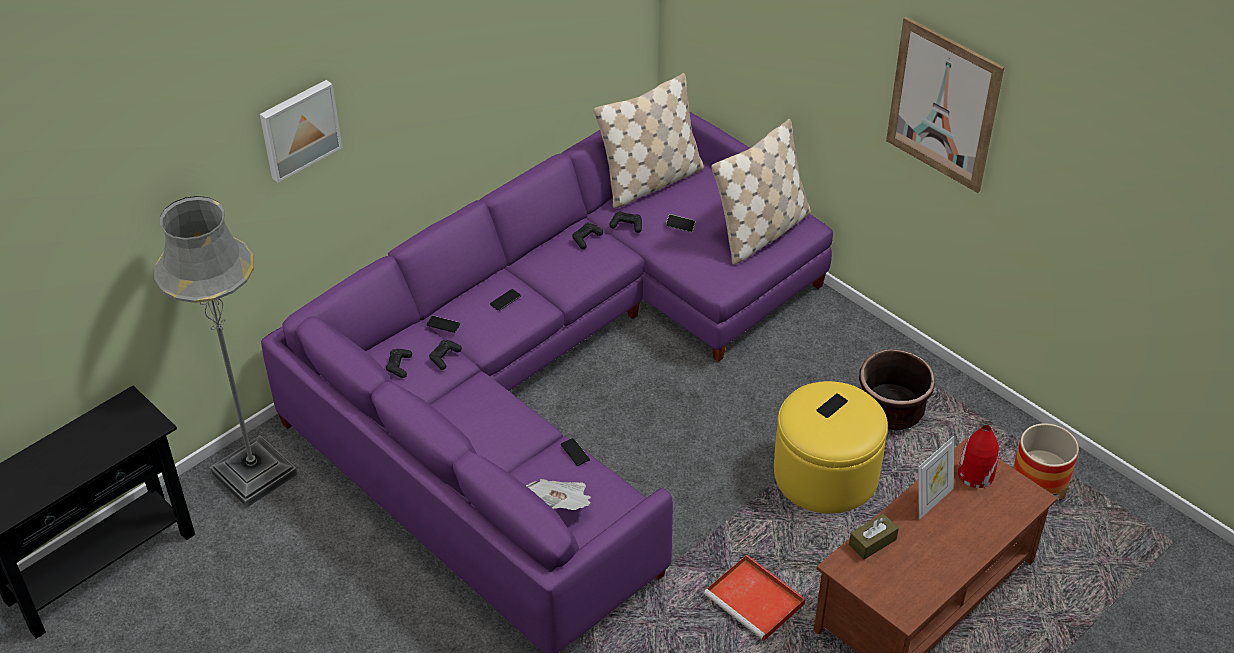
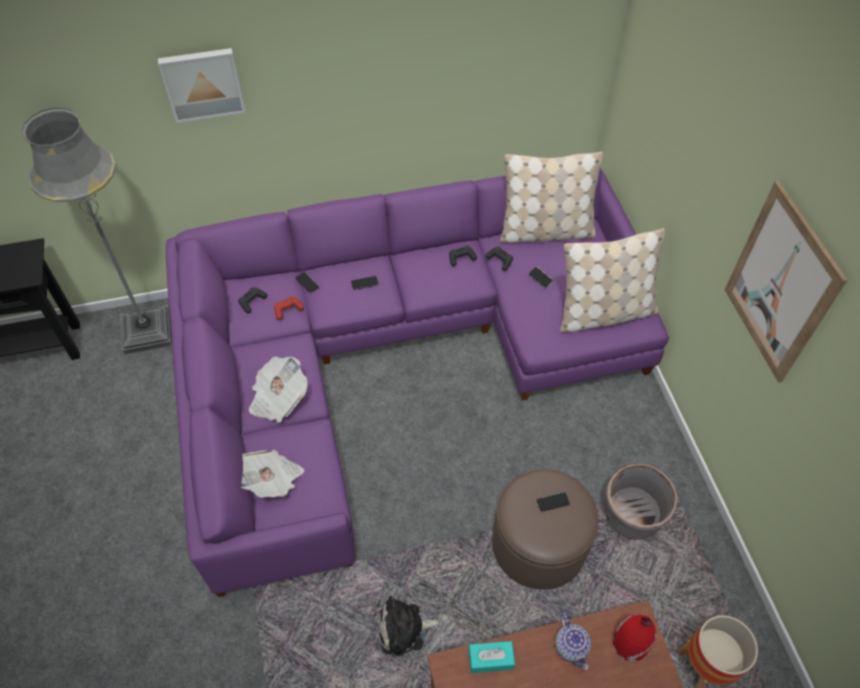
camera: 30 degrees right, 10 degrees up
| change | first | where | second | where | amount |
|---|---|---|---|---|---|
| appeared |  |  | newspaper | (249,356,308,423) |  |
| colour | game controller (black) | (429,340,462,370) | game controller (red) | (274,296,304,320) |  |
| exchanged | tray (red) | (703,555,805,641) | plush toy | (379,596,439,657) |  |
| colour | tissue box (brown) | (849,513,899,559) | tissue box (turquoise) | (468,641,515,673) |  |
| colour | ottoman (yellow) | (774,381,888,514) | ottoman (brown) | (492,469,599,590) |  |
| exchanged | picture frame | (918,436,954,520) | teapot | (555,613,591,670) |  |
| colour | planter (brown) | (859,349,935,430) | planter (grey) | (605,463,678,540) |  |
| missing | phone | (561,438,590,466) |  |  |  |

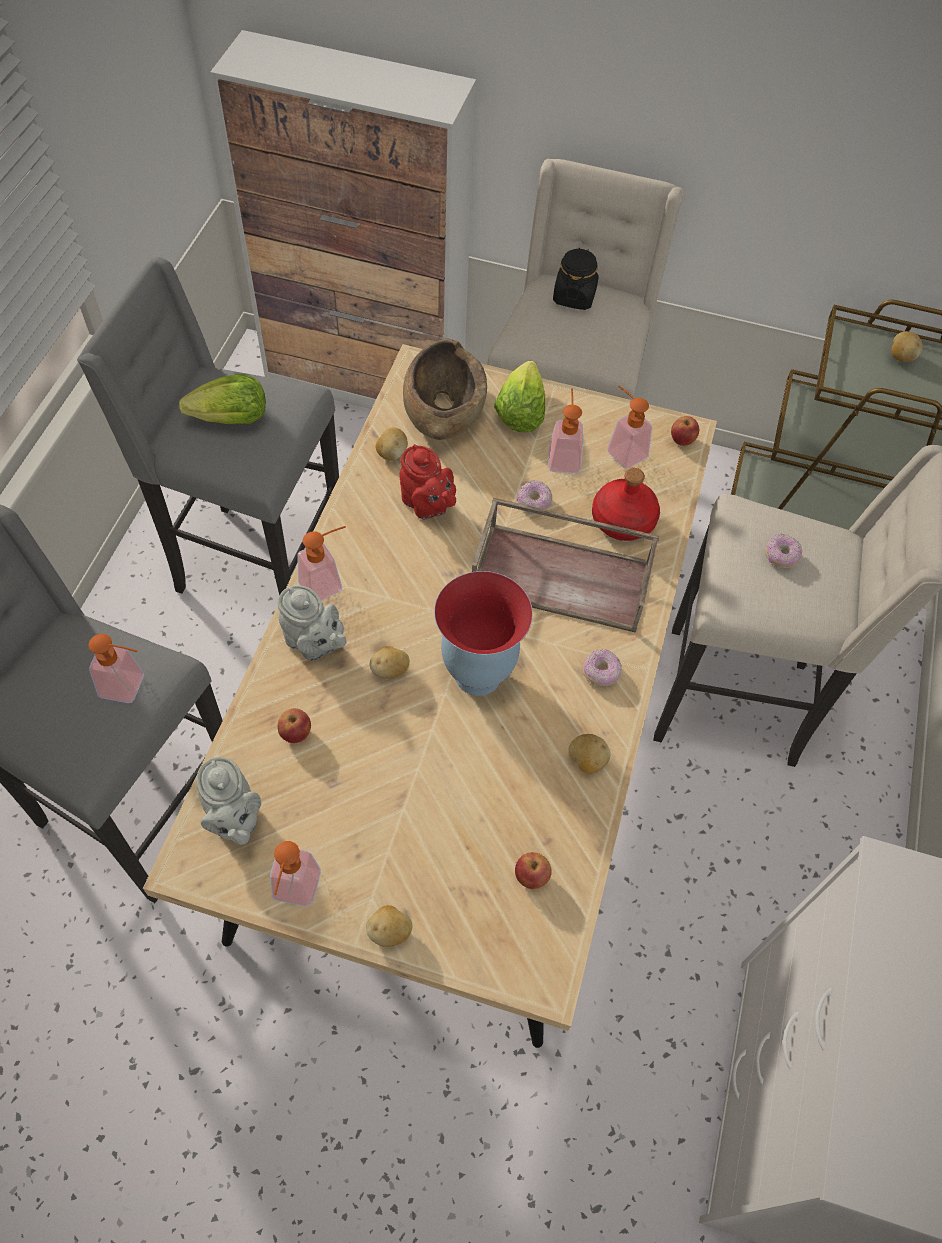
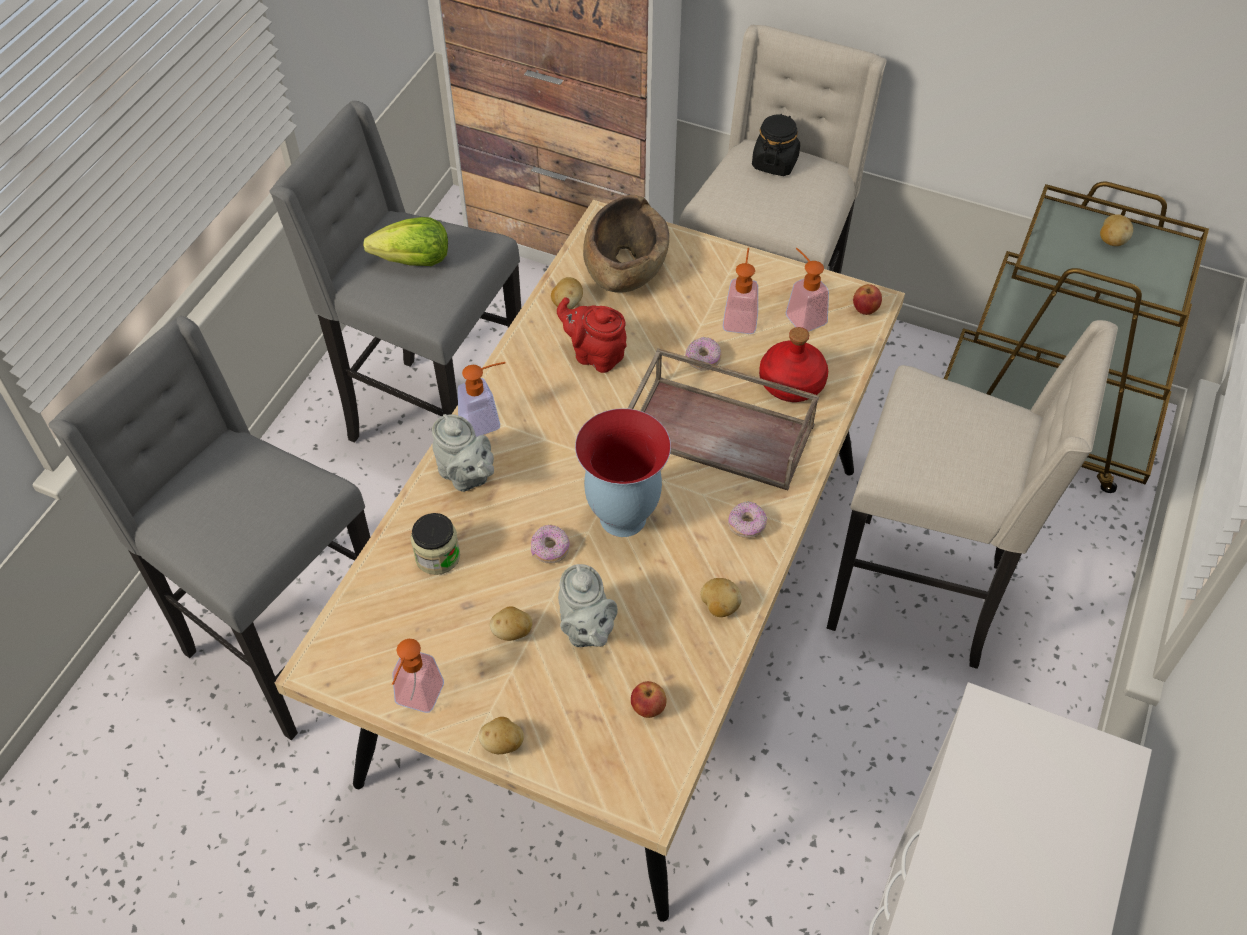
camera: 10 degrees right, 5 degrees down
| change | first | where | second | where | amount |
|---|---|---|---|---|---|
| exchanged | apple | (278,708,311,743) | jar | (411,513,460,575) |  |
| relocated | potato | (370,646,410,679) |  | (490,606,532,641) |  |
| relocated | donut | (765,534,802,568) |  | (531,525,570,563) |  |
| spun | teapot (red) | (399,444,456,520) |  | (557,297,627,373) | 150 degrees clockwise |
| relocated | teapot (grey) | (196,757,261,845) |  | (558,564,618,647) |  |
| missing | soap dispenser | (88,634,144,703) |  |  |  |
| missing | lettuce | (494,361,545,432) |  |  |  |

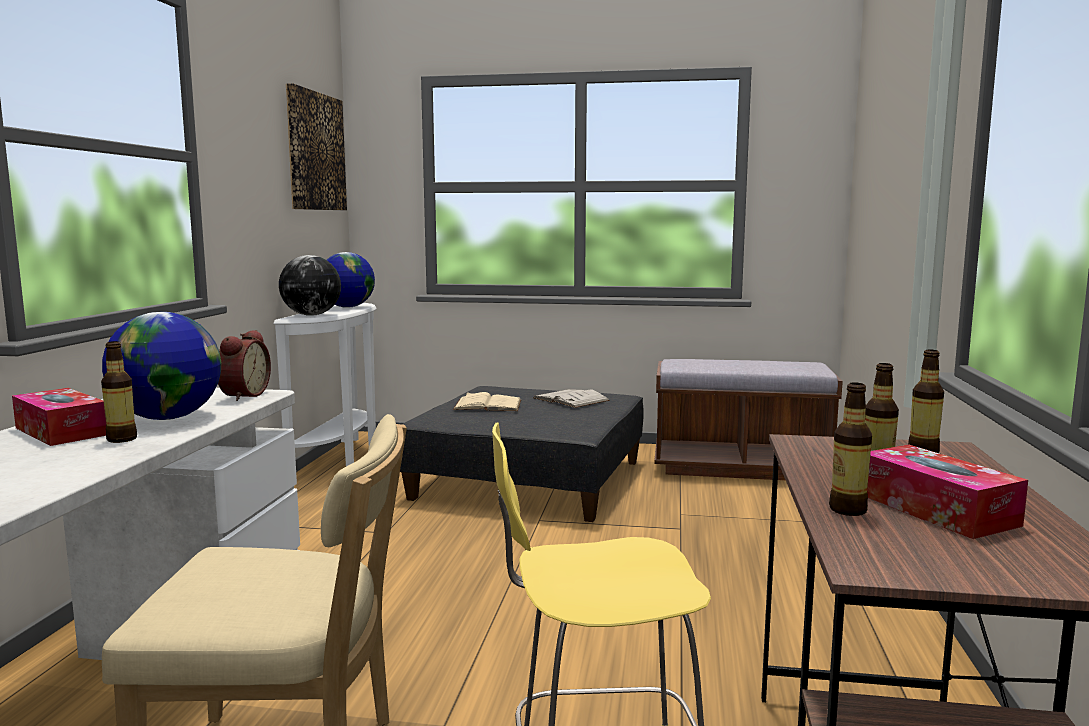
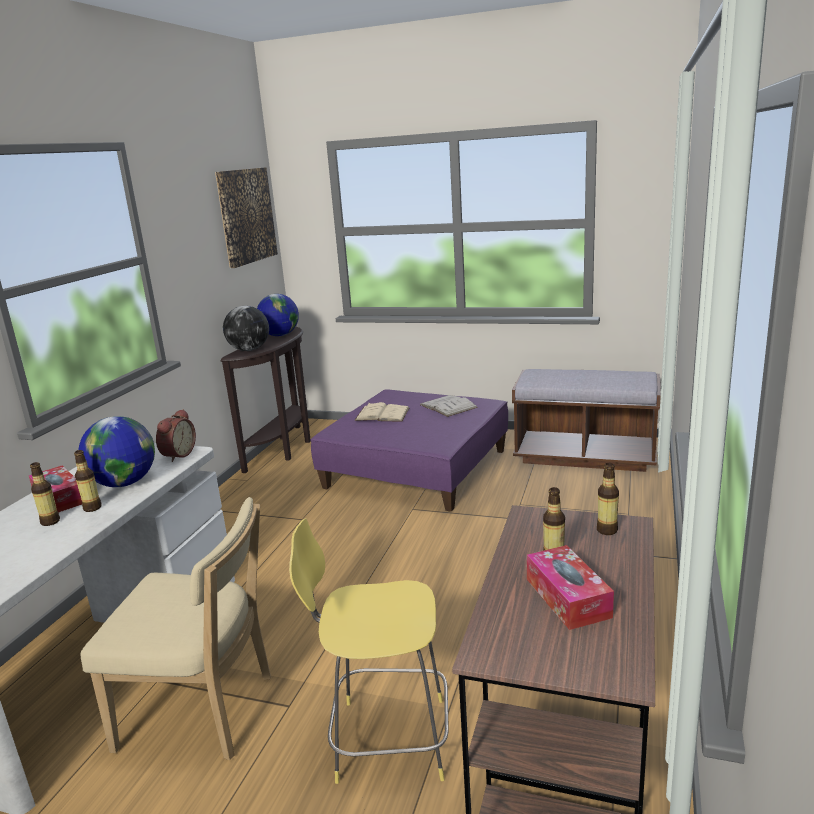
camera: 10 degrees right, 10 degrees up
| change | first | where | second | where | amount |
|---|---|---|---|---|---|
| relocated | bottle | (829,383,872,516) |  | (30,462,60,526) |  |
| colour | console table (white) | (273,303,376,466) | console table (brown) | (221,327,311,473) |  |
| colour | ottoman (grey) | (400,386,644,522) | ottoman (purple) | (311,389,508,512) |  |

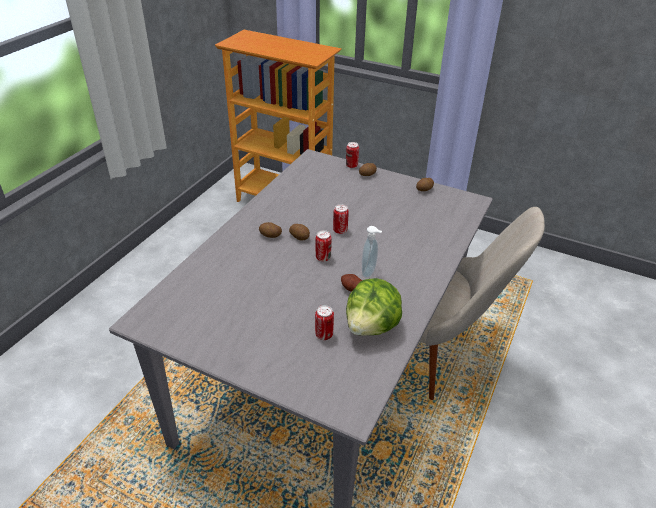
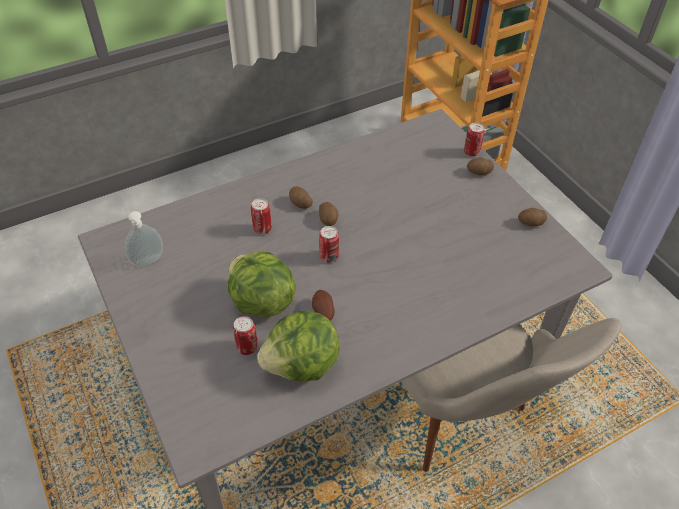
camera: 35 degrees right, 10 degrees up
| change | first | where | second | where | amount |
|---|---|---|---|---|---|
| relocated | soap dispenser | (362,226,382,278) |  | (125,211,163,267) |  |
| appeared |  |  | lettuce | (228,252,295,318) |  |
| relocated | can | (333,204,349,234) |  | (251,198,272,234) |  |

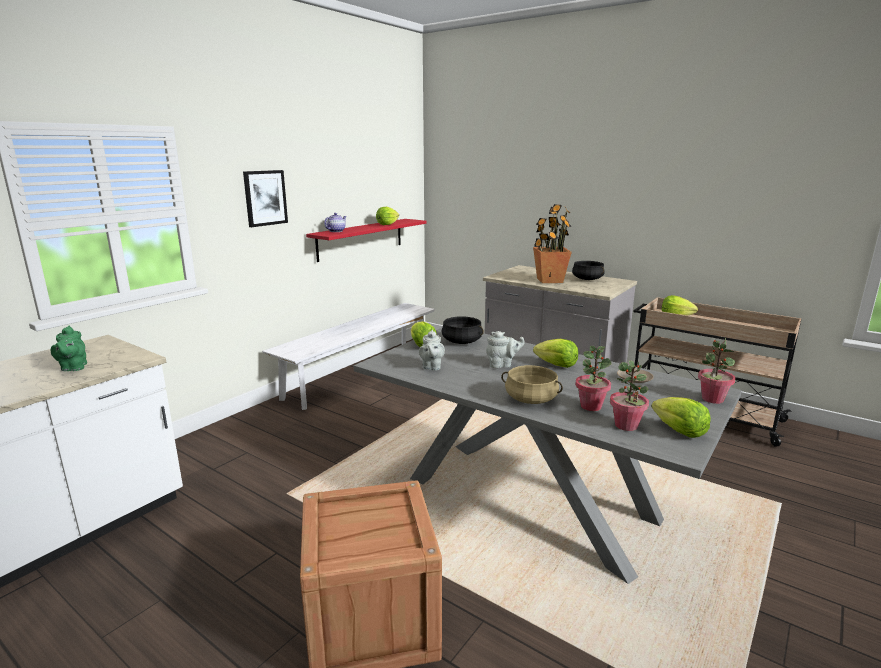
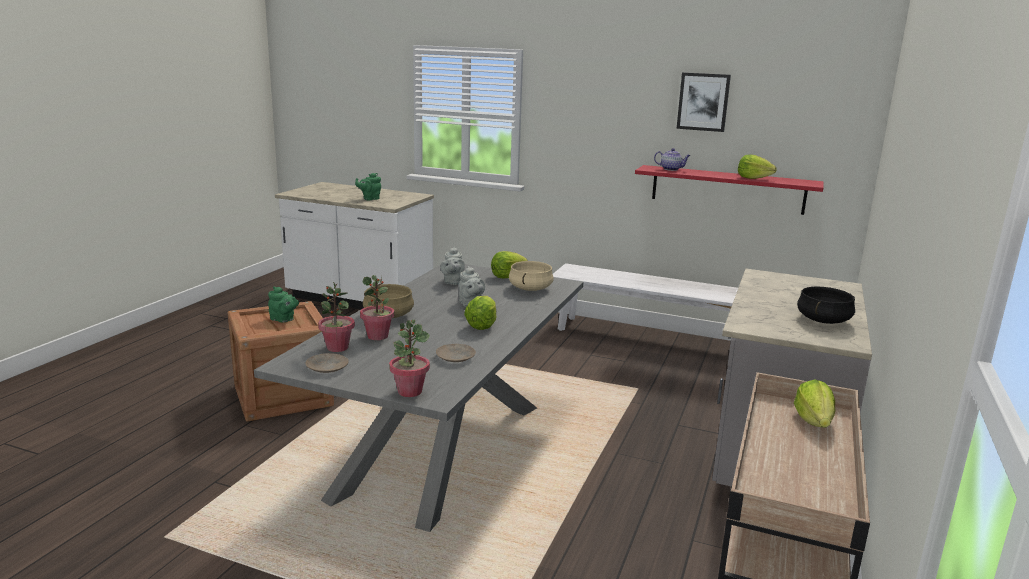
camera: 75 degrees right, 0 degrees up
| change | first | where | second | where | amount |
|---|---|---|---|---|---|
| appeared |  |  | teapot (green) | (268,286,299,322) |  |
| exchanged | lettuce | (652,397,711,438) | plate (beige) | (306,353,349,373) |  |
| spun | teapot (grey) | (419,330,445,371) |  | (440,247,465,285) | 75 degrees counterclockwise |
| colour | cooking pot (black) | (441,316,484,344) | cooking pot (beige) | (509,261,554,291) |  |
| relocated | picture | (243,170,288,227) |  | (676,72,731,132) |  |
| missing | potted plant | (533,204,572,283) |  |  |  |

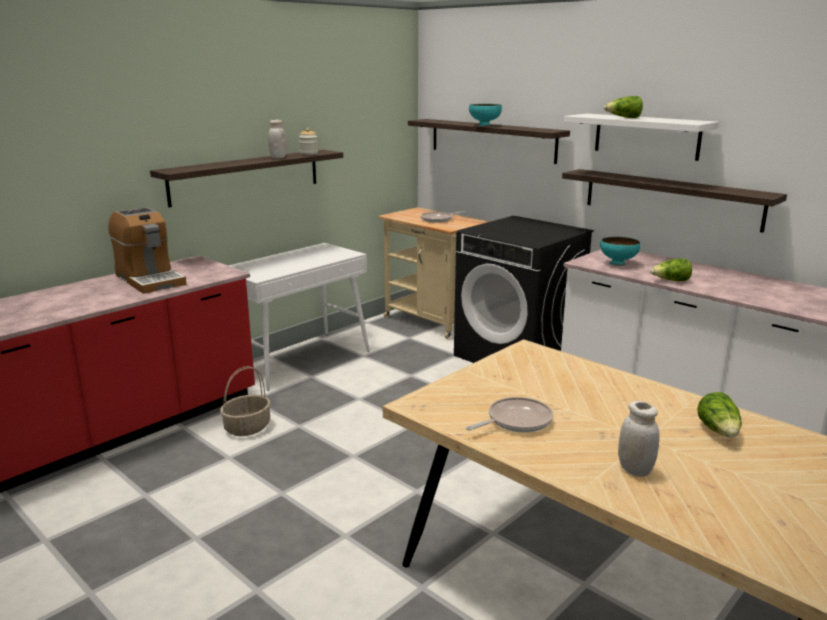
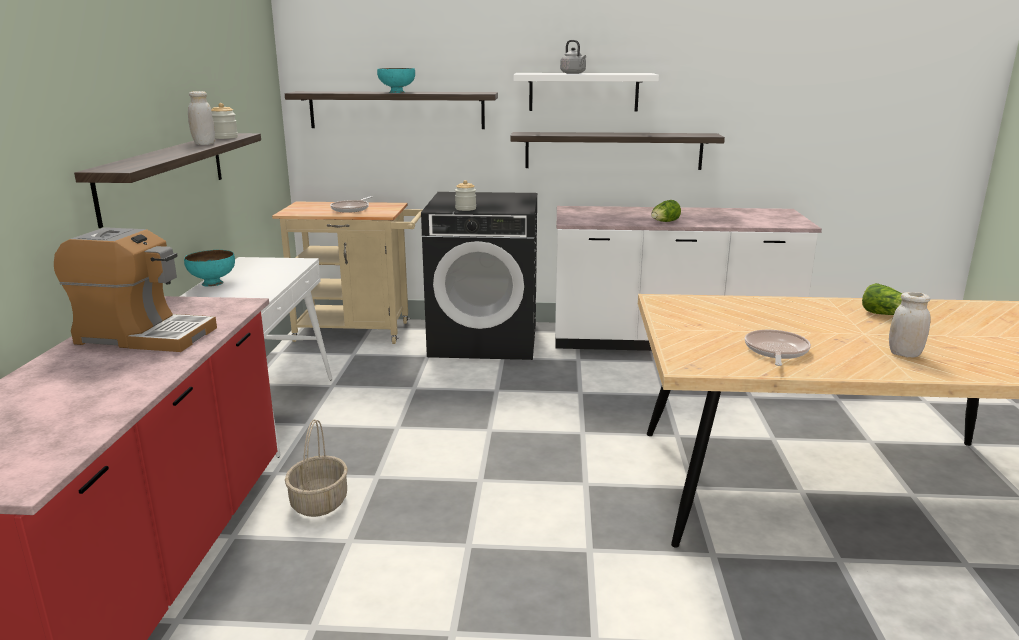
camera: 40 degrees left, 0 degrees up
| change | first | where | second | where | amount |
|---|---|---|---|---|---|
| relocated | bowl (turquoise) | (600,237,641,266) |  | (184,250,235,287) |  |
| appeared |  |  | jar | (455,180,476,211) |  |
| exchanged | lettuce | (604,96,643,118) | kettle (grey) | (560,40,586,74) |  |

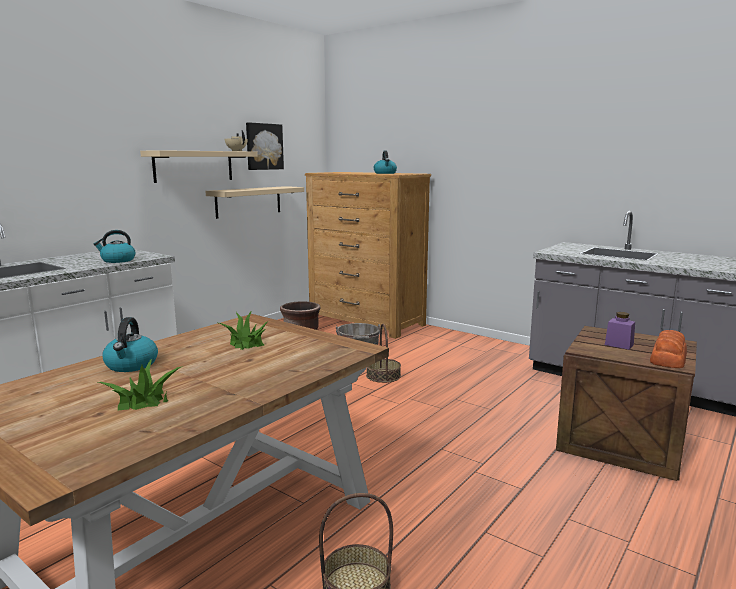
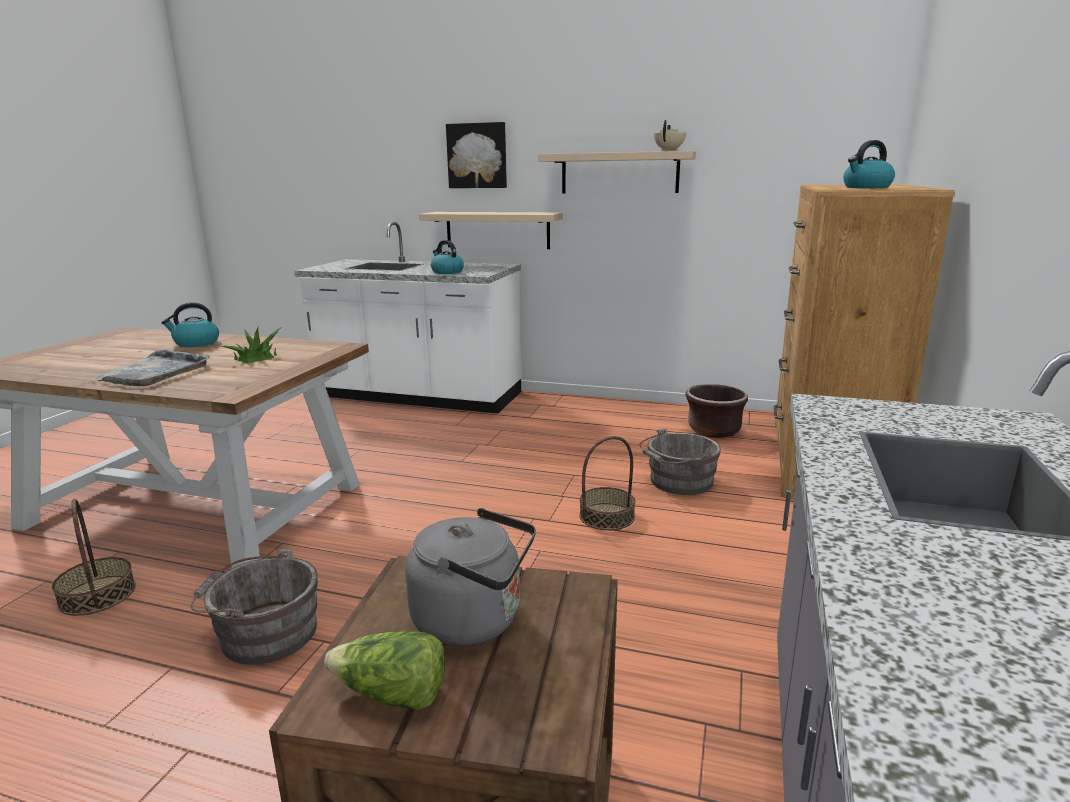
camera: 70 degrees right, 5 degrees up
| change | first | where | second | where | amount |
|---|---|---|---|---|---|
| appeared |  |  | tray (grey) | (91,350,210,386) |  |
| appeared |  |  | bucket (grey) | (191,549,318,665) |  |
| exchanged | bread | (650,330,687,368) | lettuce | (324,631,445,710) |  |
| exchanged | jar (purple) | (605,312,635,350) | kettle (grey) | (405,508,536,646) |  |
| relocated | shelf (beige) | (206,186,304,219) |  | (419,212,563,249) |  |
| relocated | picture | (246,122,284,170) |  | (446,122,507,188) |  |
| missing | potted plant | (97,359,183,410) |  |  |  |

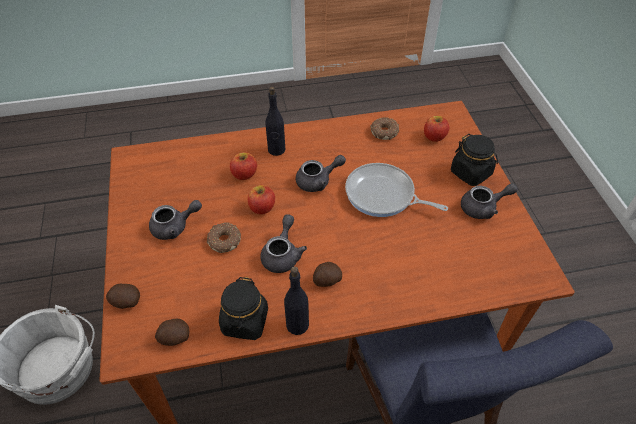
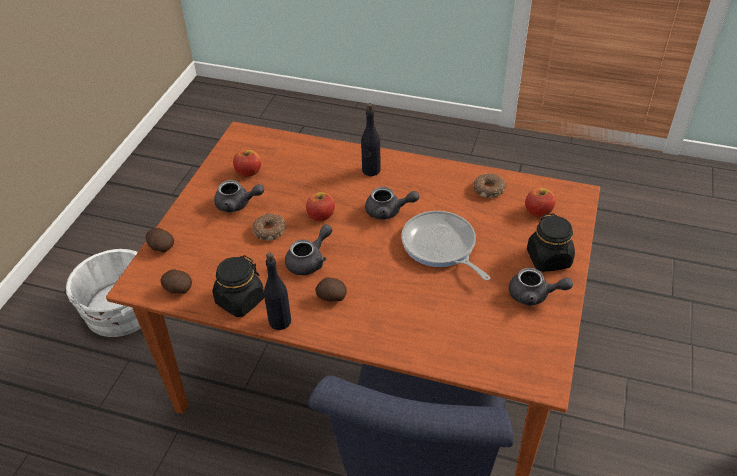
camera: 30 degrees right, 5 degrees down
| change | first | where | second | where | amount |
|---|---|---|---|---|---|
| relocated | apple | (230,152,257,180) |  | (233,150,261,177) |  |

